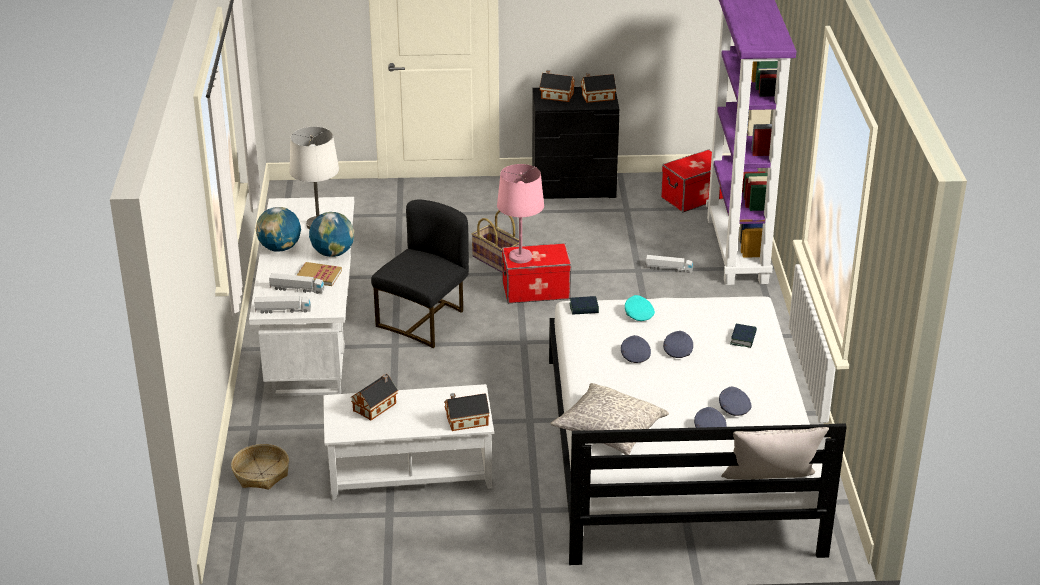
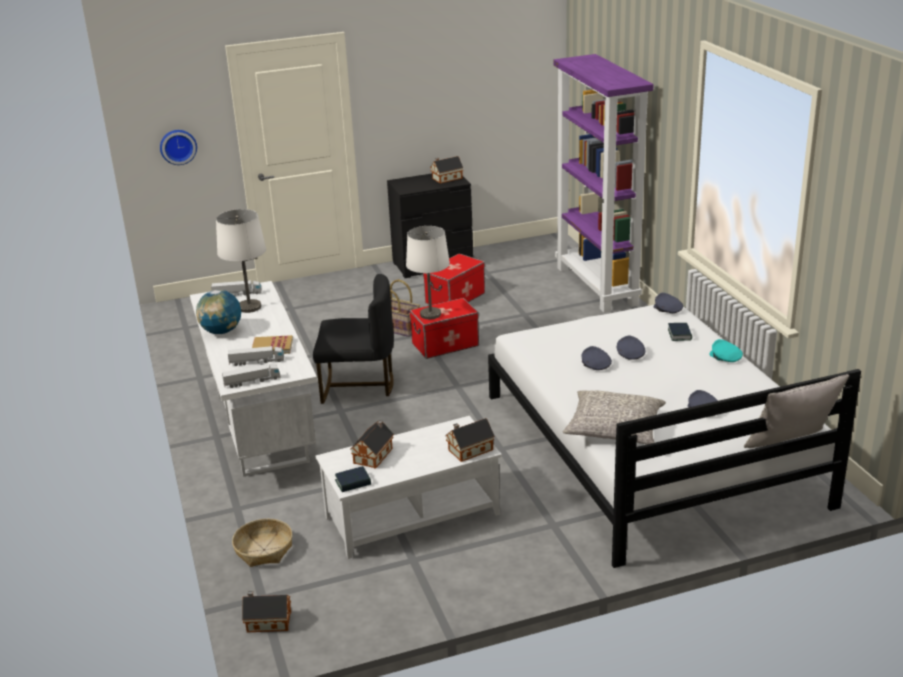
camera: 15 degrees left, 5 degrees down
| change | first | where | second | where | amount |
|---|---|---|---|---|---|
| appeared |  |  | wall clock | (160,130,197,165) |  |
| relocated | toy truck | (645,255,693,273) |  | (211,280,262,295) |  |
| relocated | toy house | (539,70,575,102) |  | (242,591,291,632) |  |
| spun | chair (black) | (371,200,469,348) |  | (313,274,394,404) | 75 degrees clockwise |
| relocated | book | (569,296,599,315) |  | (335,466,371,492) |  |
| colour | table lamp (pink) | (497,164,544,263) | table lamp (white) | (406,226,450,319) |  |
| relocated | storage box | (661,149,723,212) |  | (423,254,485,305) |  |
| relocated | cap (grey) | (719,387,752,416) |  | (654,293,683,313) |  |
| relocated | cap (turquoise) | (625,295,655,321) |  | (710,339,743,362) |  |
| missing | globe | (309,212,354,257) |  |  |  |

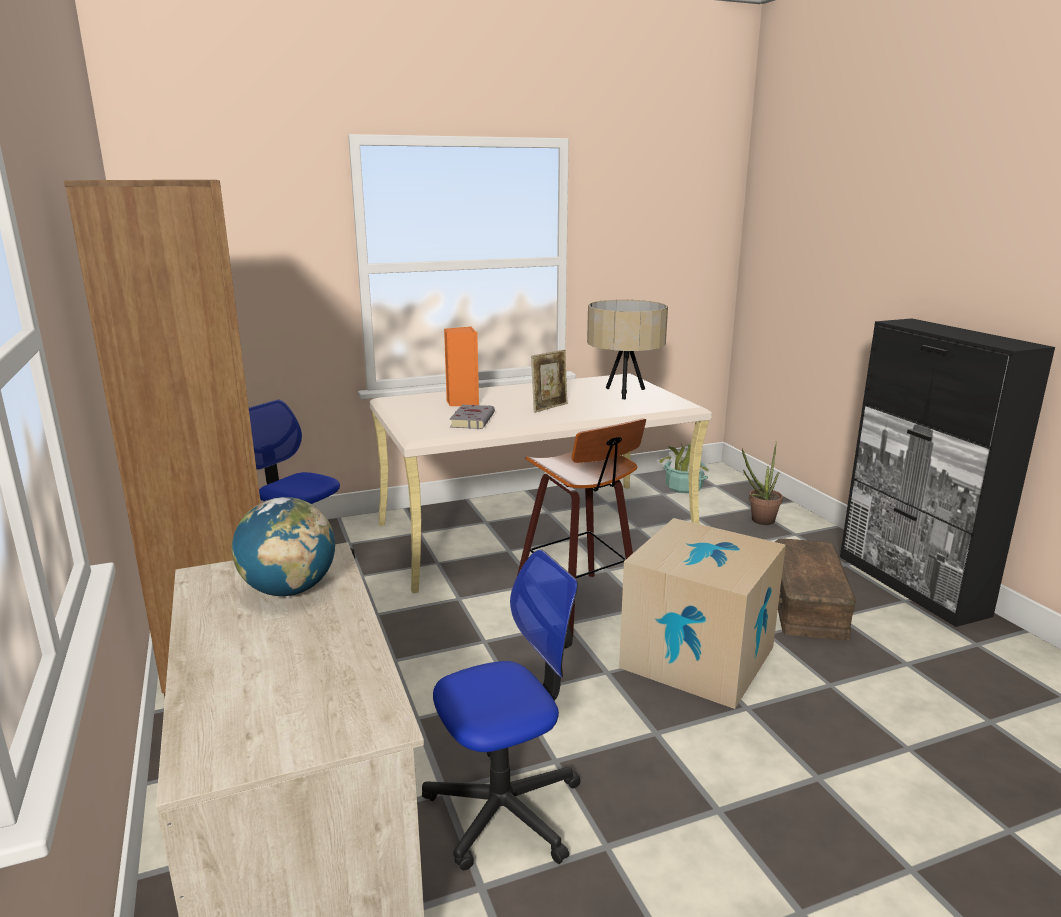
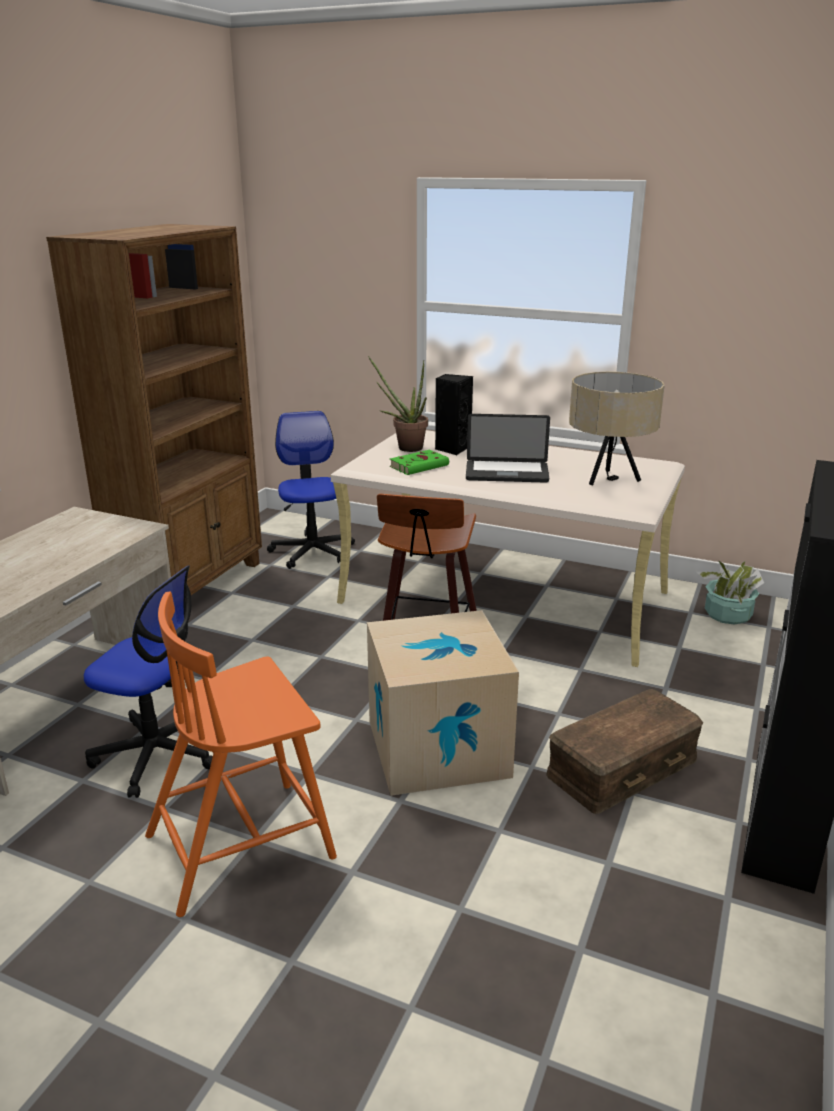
camera: 45 degrees right, 5 degrees up
| change | first | where | second | where | amount |
|---|---|---|---|---|---|
| appeared |  |  | chair (orange) | (145,592,337,917) |  |
| relocated | potted plant | (742,441,783,525) |  | (368,356,428,452) |  |
| colour | book (grey) | (450,405,495,429) | book (green) | (390,450,449,475) |  |
| colour | speaker (orange) | (444,326,479,406) | speaker (black) | (435,374,473,455) |  |
| exchanged | picture frame | (531,350,567,413) | laptop | (466,414,550,483) |  |
| missing | globe | (232,497,335,596) |  |  |  |

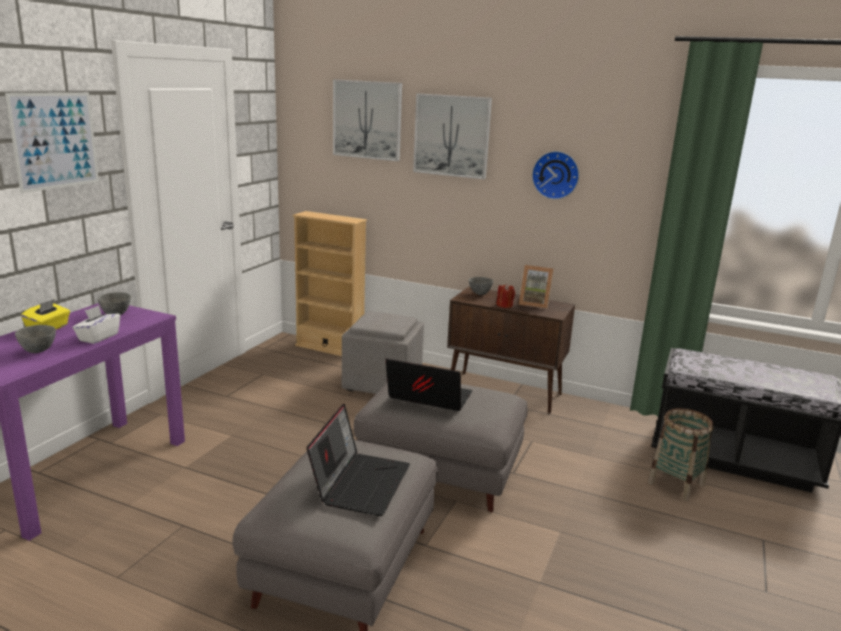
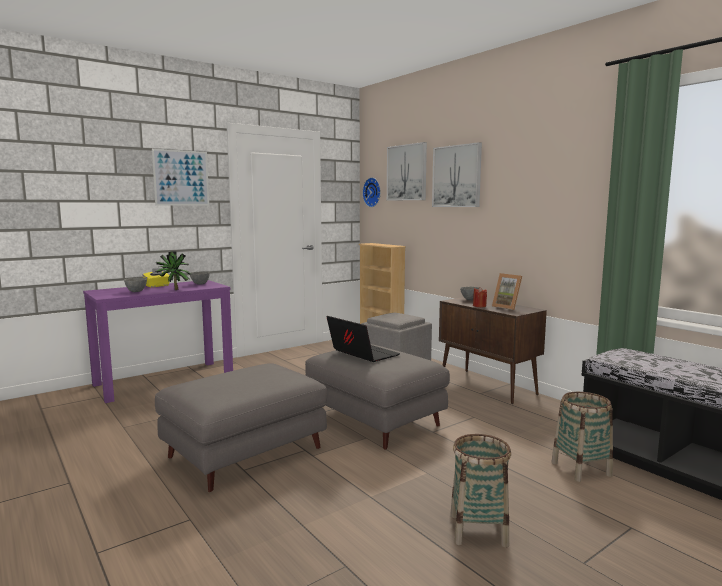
camera: 30 degrees right, 10 degrees down
| change | first | where | second | where | amount |
|---|---|---|---|---|---|
| exchanged | tissue box (white) | (73,305,120,344) | potted plant | (155,251,192,290) |  |
| relocated | wall clock | (532,151,579,200) |  | (362,177,381,207) |  |
| appeared |  |  | basket | (450,434,511,548) |  |
| missing | laptop | (306,404,410,516) |  |  |  |

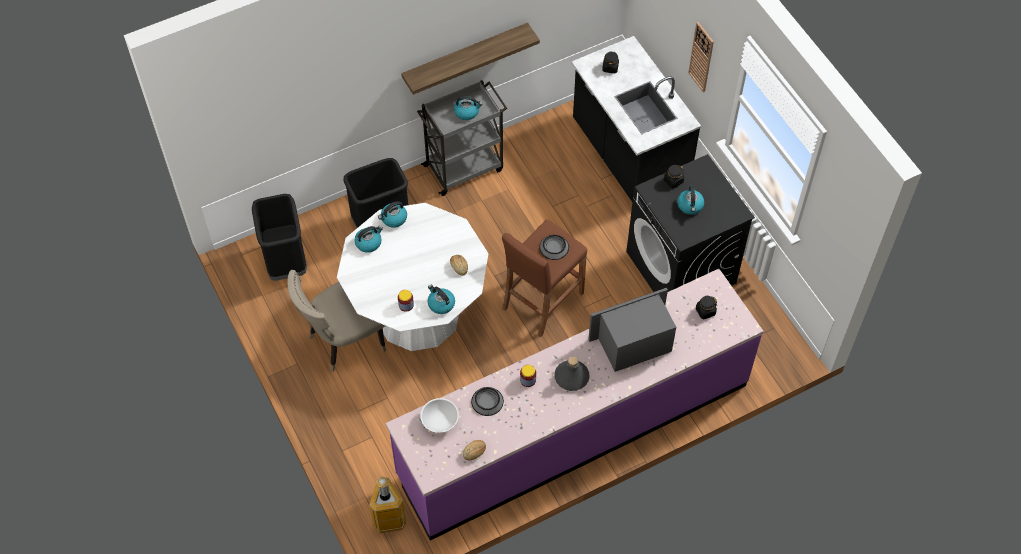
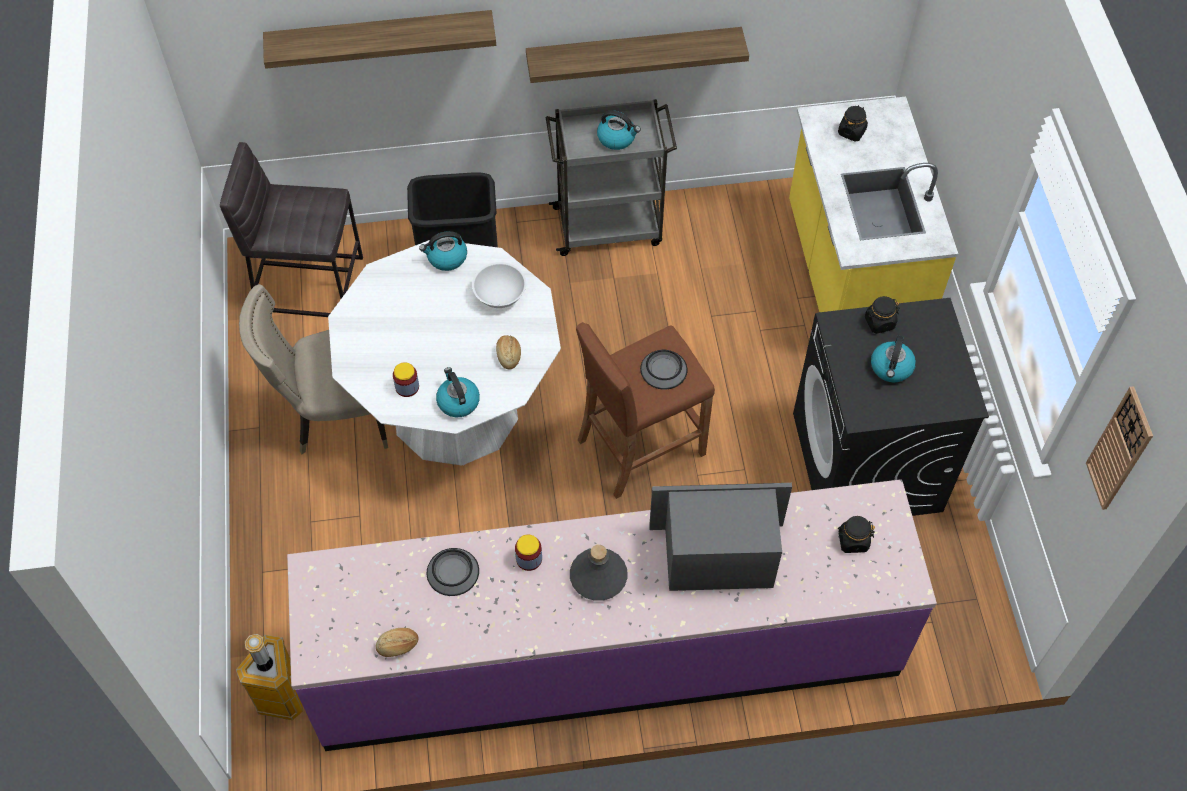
camera: 20 degrees right, 0 degrees up
| change | first | where | second | where | amount |
|---|---|---|---|---|---|
| exchanged | trash can (black) | (252,194,307,281) | stool (grey) | (220,142,363,317) |  |
| appeared |  |  | shelf | (263,10,496,69) |  |
| relocated | bowl (white) | (420,398,459,433) |  | (472,262,526,308) |  |
| colour | counter (black) | (571,36,701,202) | counter (yellow) | (789,96,958,312) |  |
| relocated | wall clock | (688,22,714,92) |  | (1086,386,1153,510) |  |
| missing | kettle | (354,226,383,253) |  |  |  |

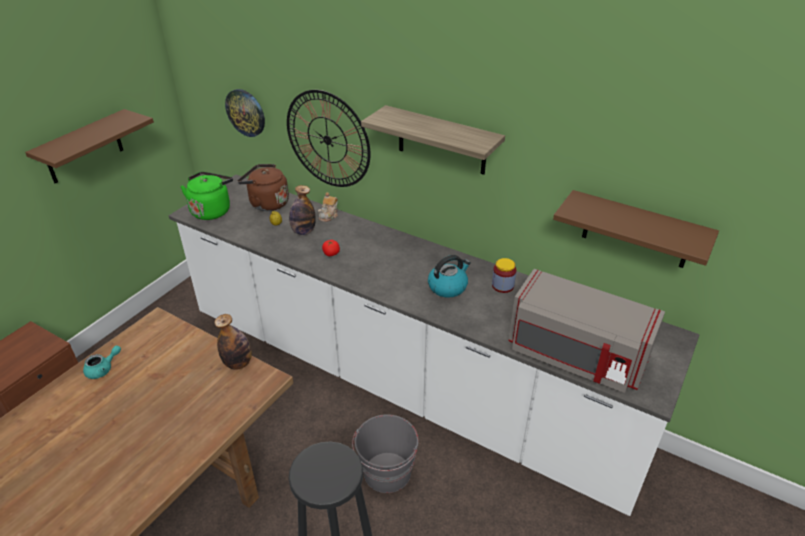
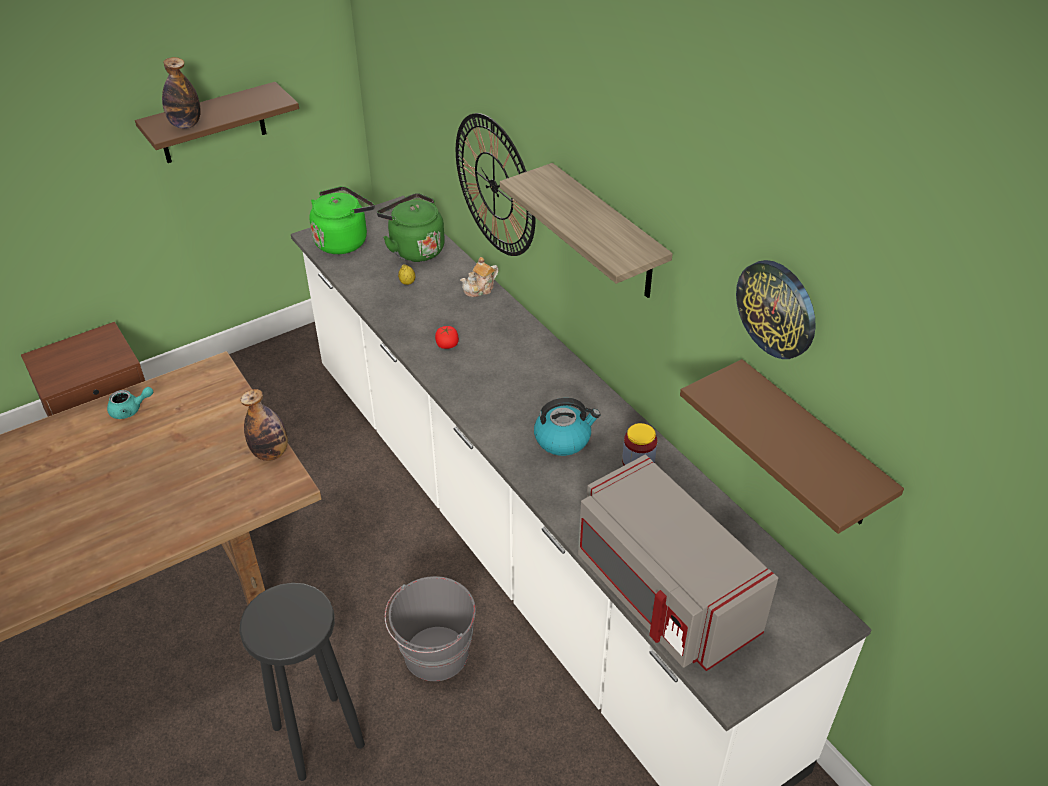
camera: 25 degrees right, 5 degrees up
| change | first | where | second | where | amount |
|---|---|---|---|---|---|
| relocated | bottle | (289,185,316,235) |  | (162,57,201,129) |  |
| colour | kettle (brown) | (238,164,289,211) | kettle (green) | (377,193,445,262) |  |
| relocated | wall clock | (225,89,265,137) |  | (736,260,816,359) |  |

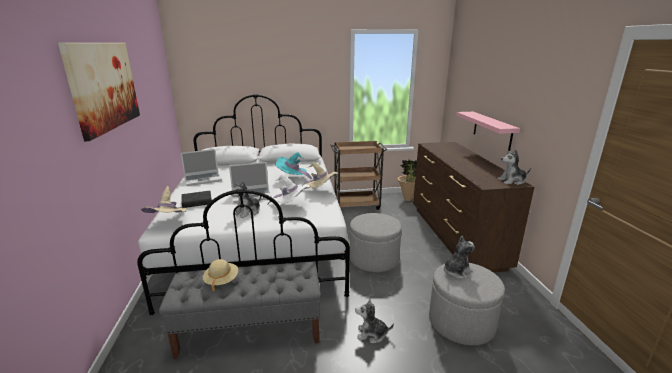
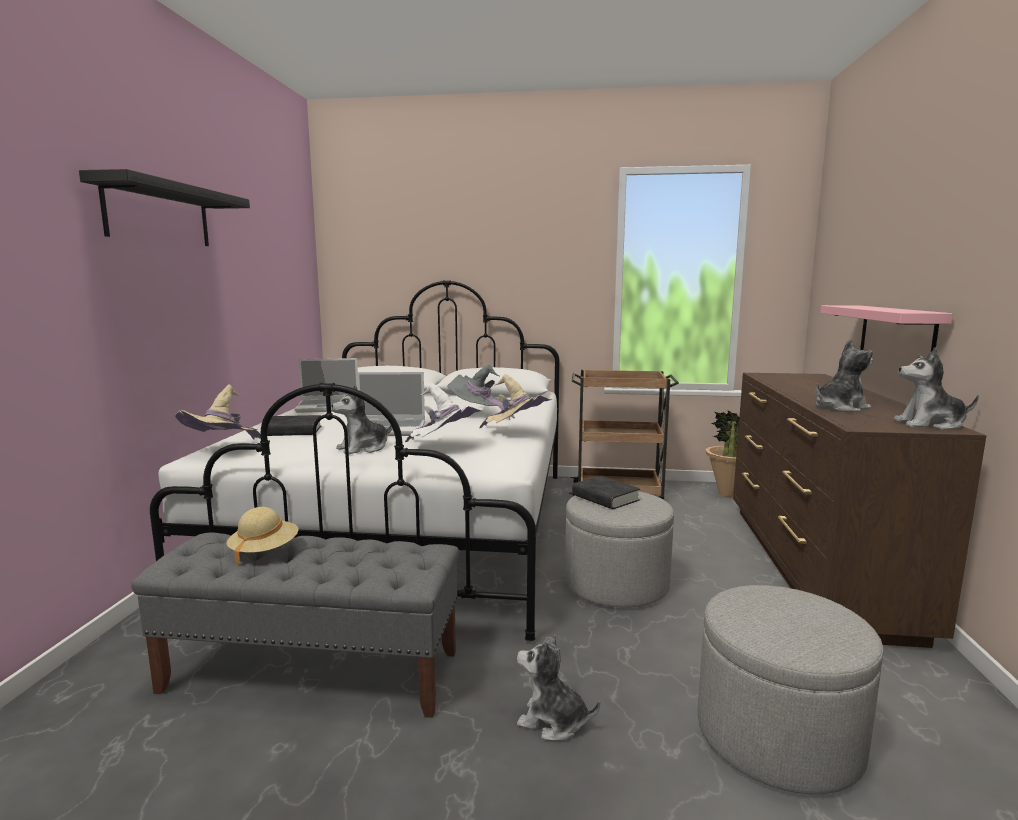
camera: 15 degrees right, 10 degrees down
| change | first | where | second | where | amount |
|---|---|---|---|---|---|
| exchanged | picture | (58,43,140,141) | shelf (black) | (79,169,250,246) |  |
| colour | hat (turquoise) | (275,152,313,179) | hat (grey) | (447,365,515,420) |  |
| appeared |  |  | book (black) | (572,476,640,509) |  |
| relocated | plush toy | (444,236,475,279) |  | (816,339,873,412) |  |

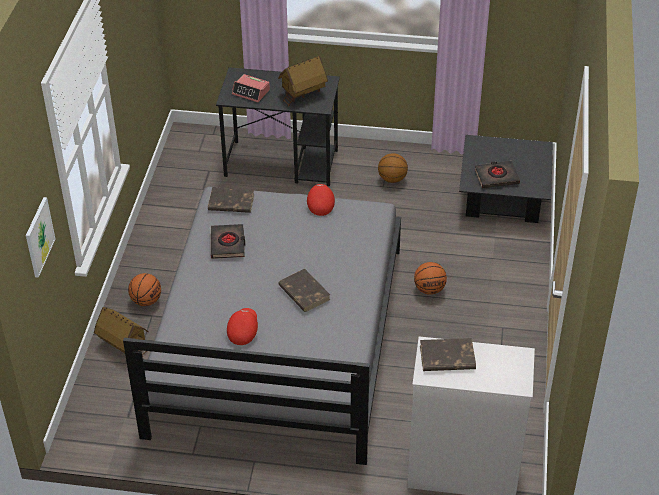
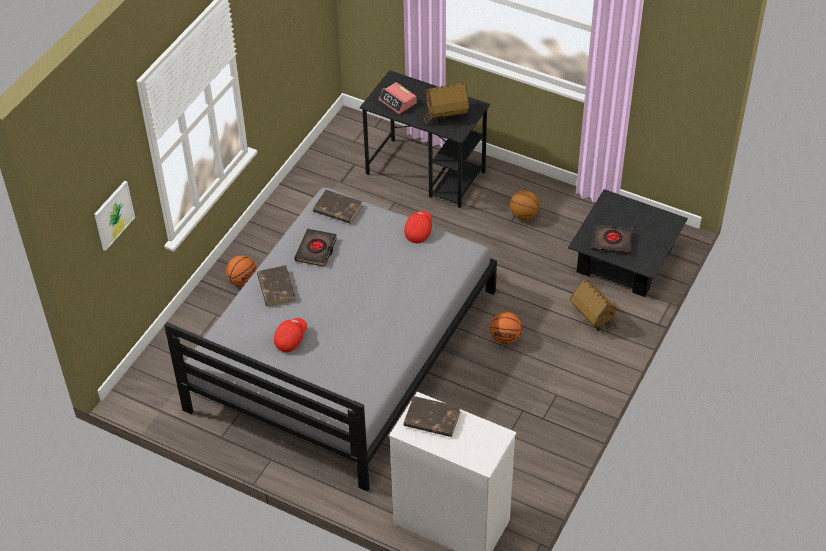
camera: 20 degrees right, 5 degrees up
| change | first | where | second | where | amount |
|---|---|---|---|---|---|
| relocated | book (brown) | (278,269,330,312) |  | (257,265,296,306) |  |
| relocated | toy house | (94,307,148,357) |  | (570,279,620,333) |  |

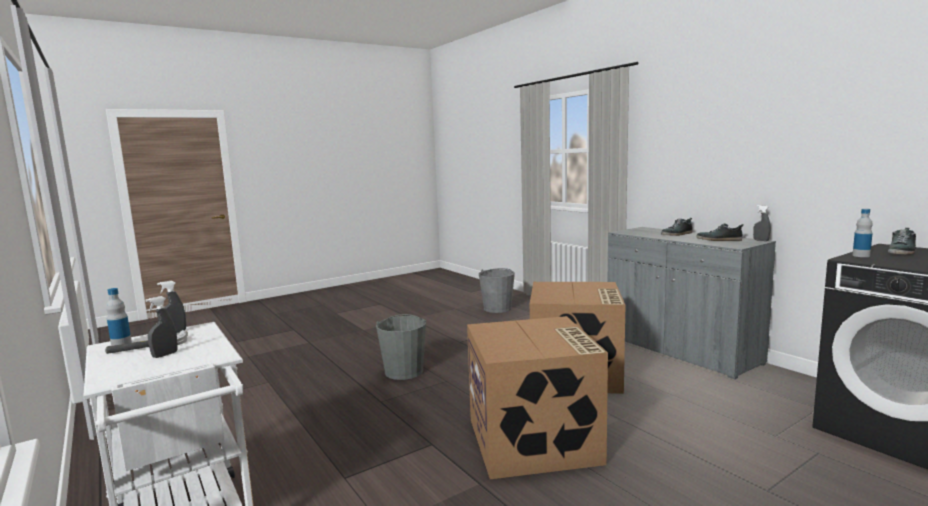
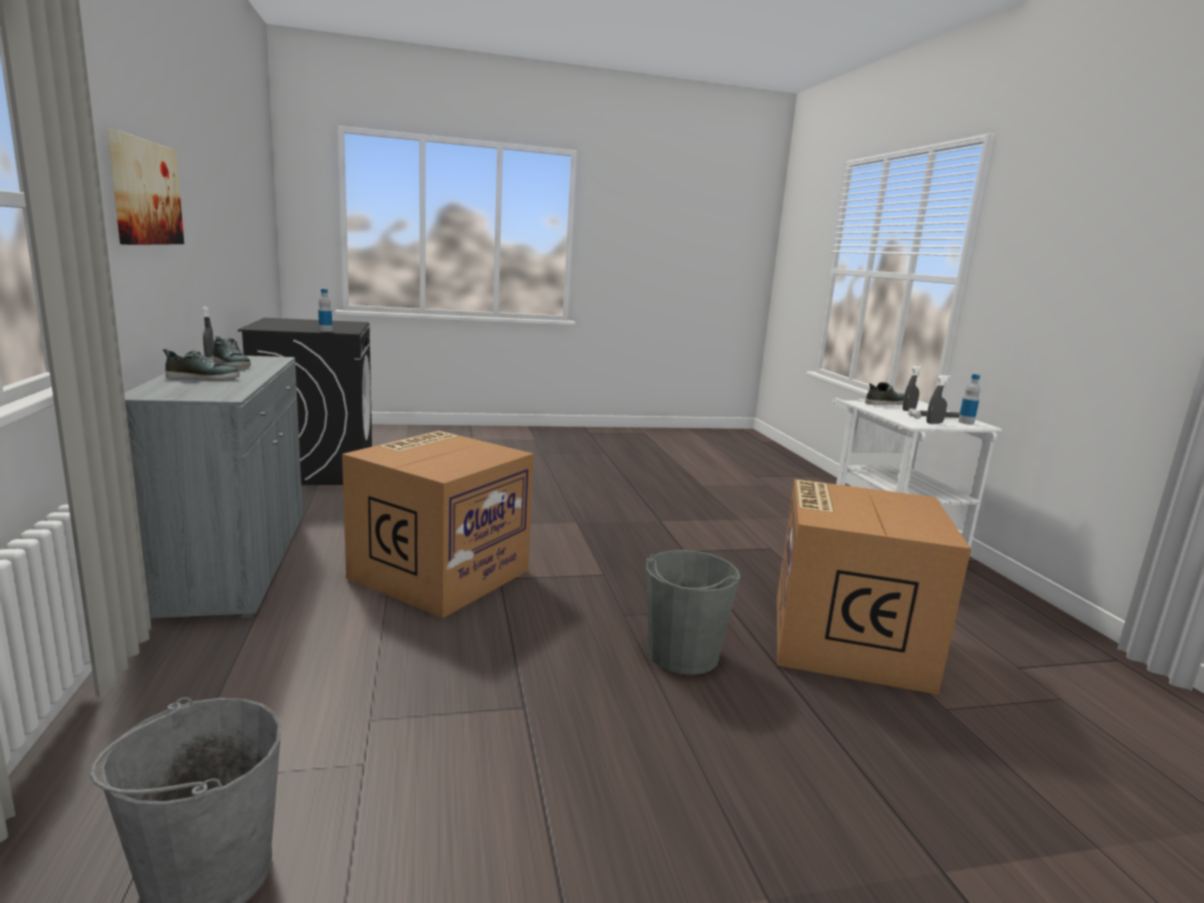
camera: 160 degrees left, 5 degrees up
| change | first | where | second | where | amount |
|---|---|---|---|---|---|
| appeared |  |  | picture | (107,129,184,245) |  |
| relocated | cardboard box | (467,316,608,479) |  | (777,479,971,695) |  |
| relocated | shoe | (888,228,916,254) |  | (865,382,904,405) |  |

